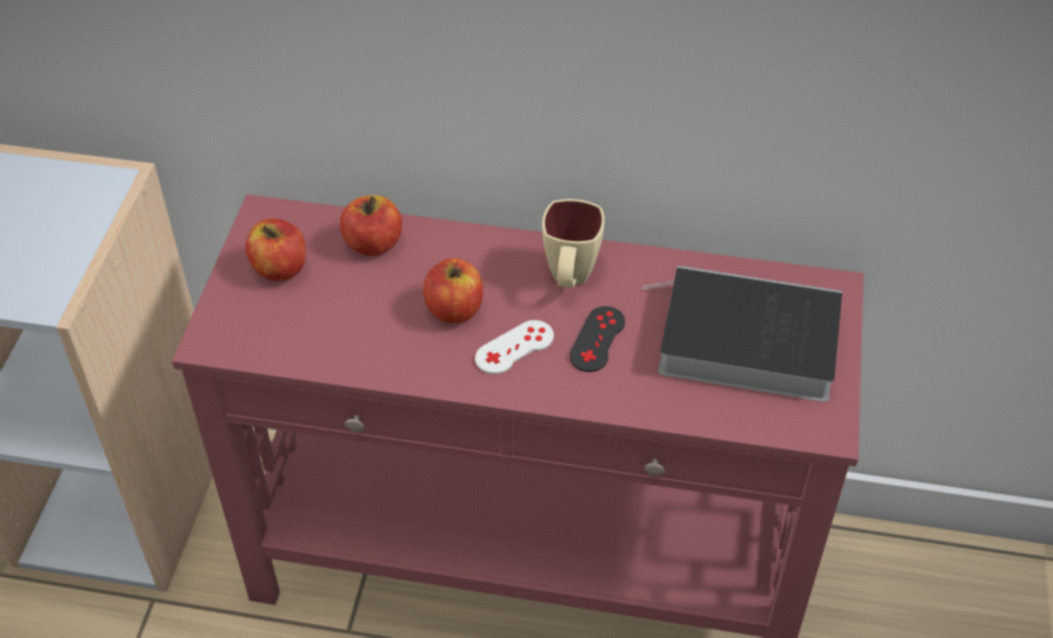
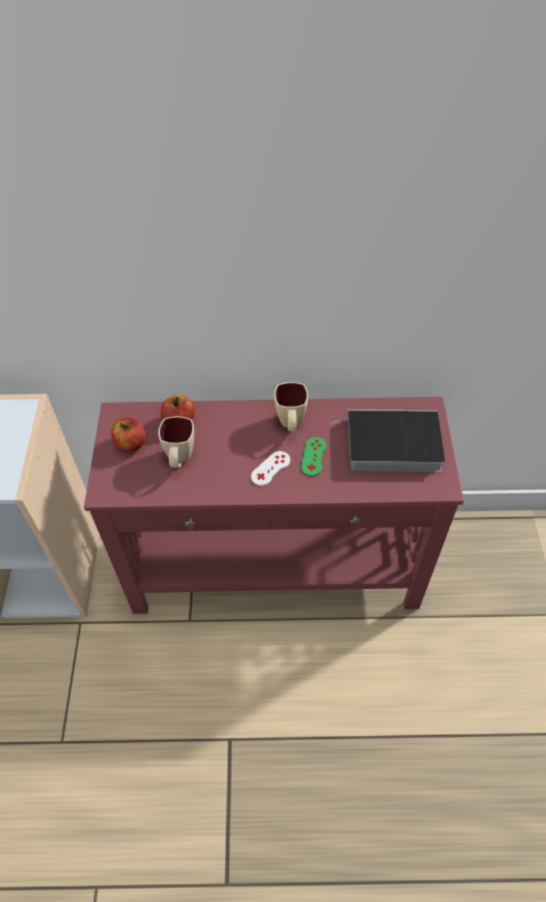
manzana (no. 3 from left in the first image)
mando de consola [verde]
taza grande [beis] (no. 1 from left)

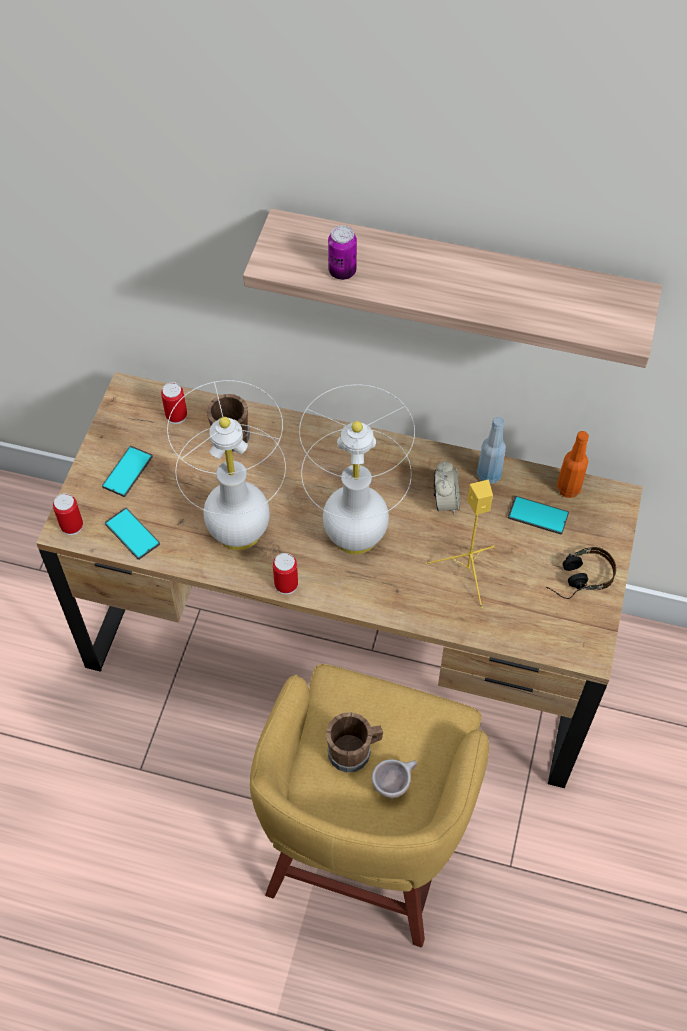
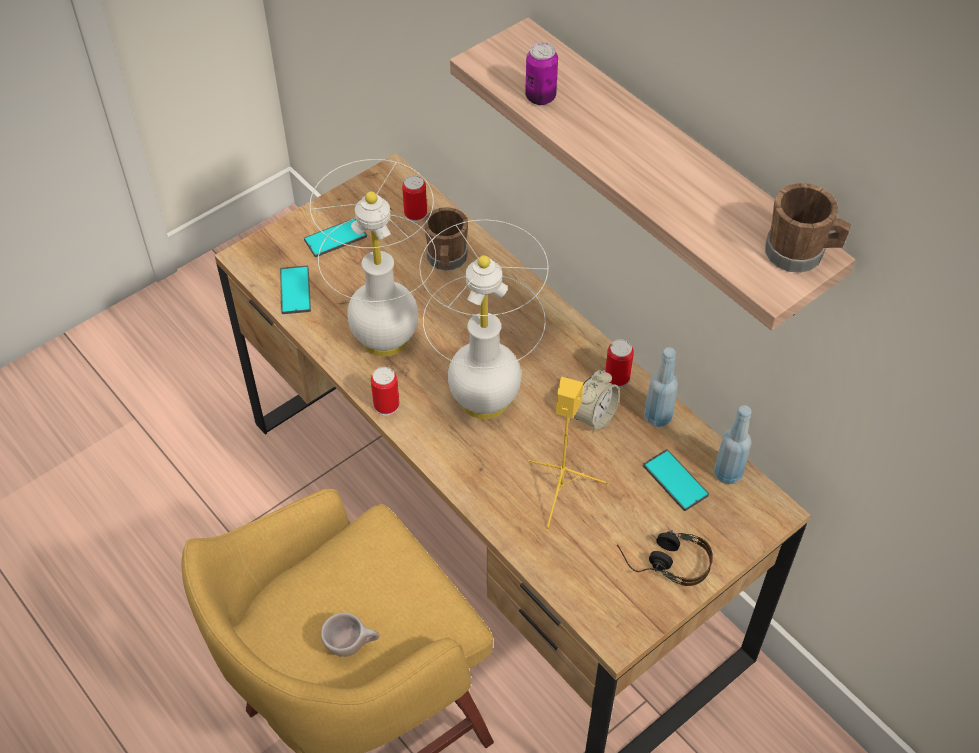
lata (no. 4 from left)
taza grande [marrón] (no. 2 from left)
botella [azul] (no. 2 from left)

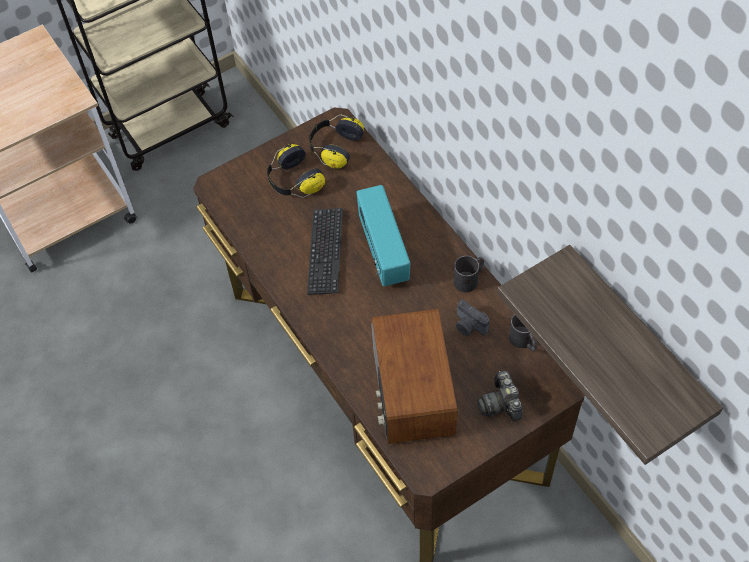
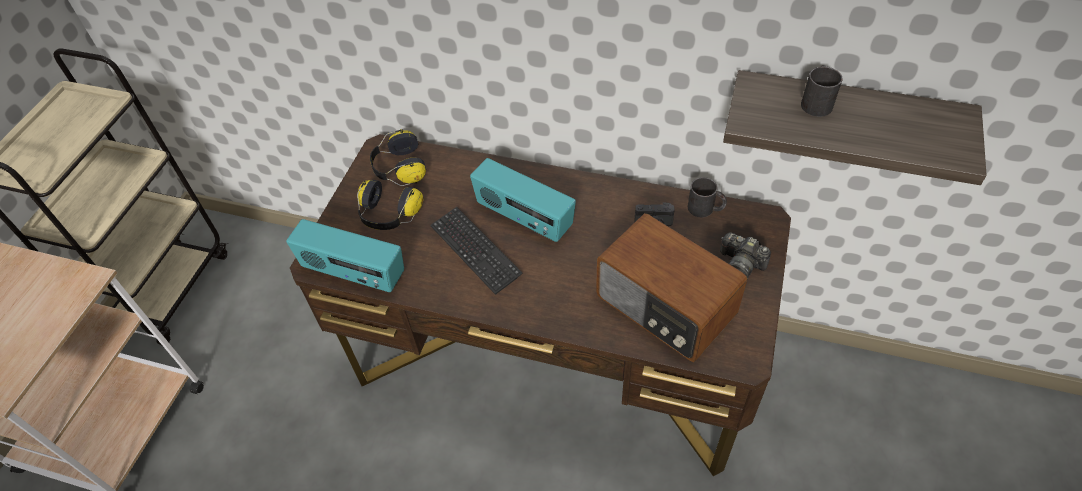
taza grande [negro] (no. 2 from left)
radio (no. 1 from left)

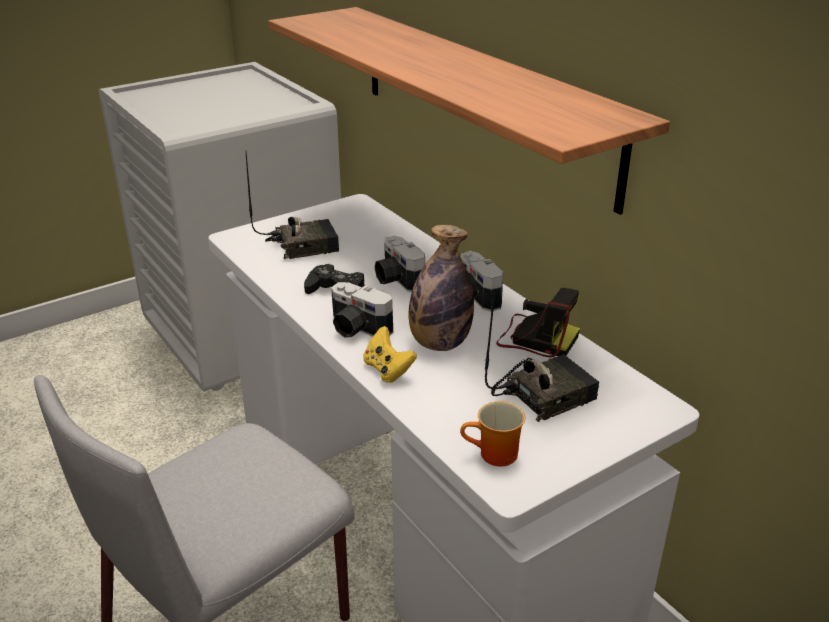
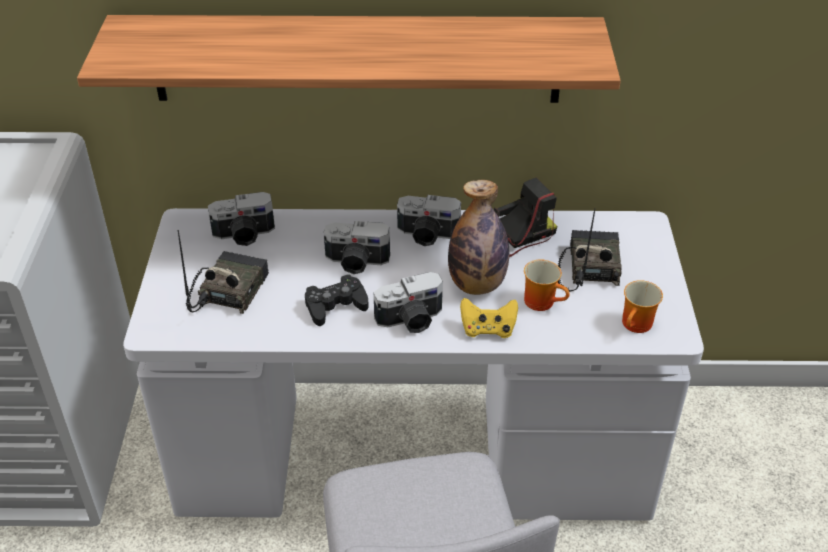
cámara (no. 1 from left)
taza grande (no. 1 from left)

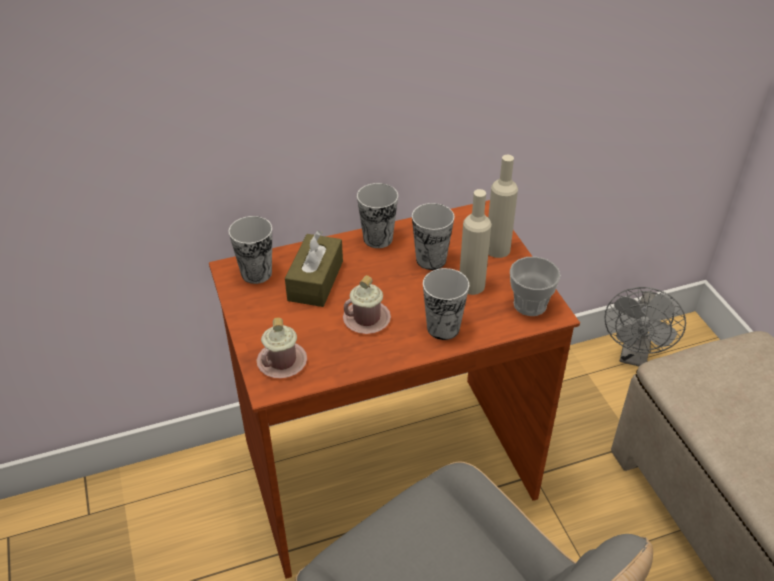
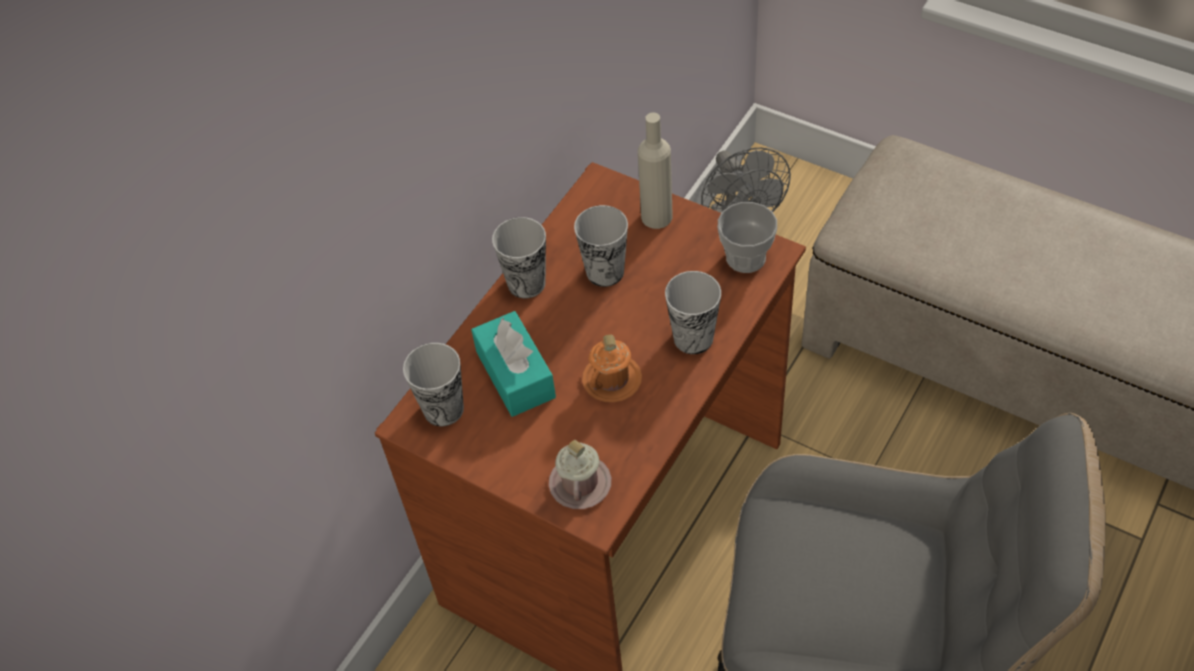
caja de pañuelos [turquesa]
taza grande [naranja]
botella [beis] (no. 1 from left in the first image)

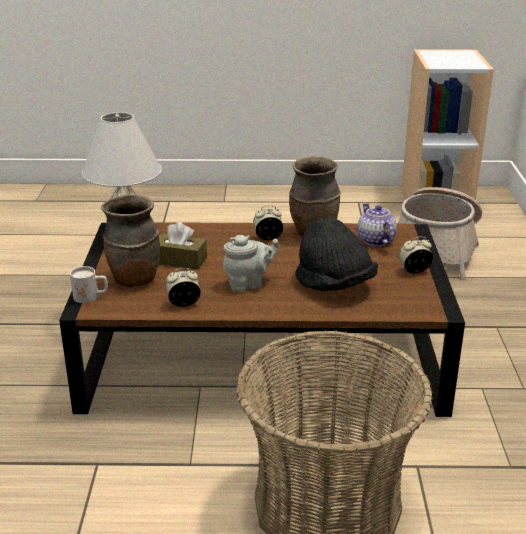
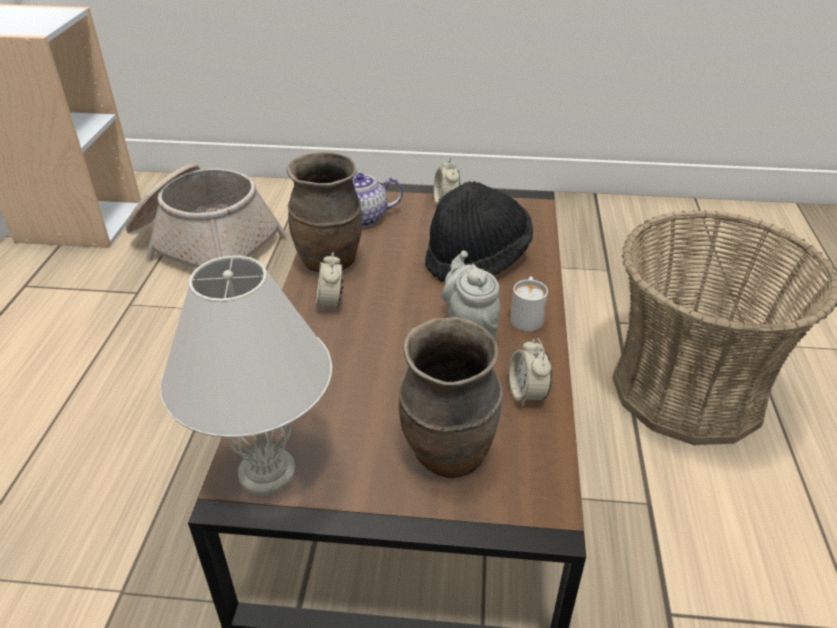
taza grande [blanco]
caja de pañuelos [marrón]

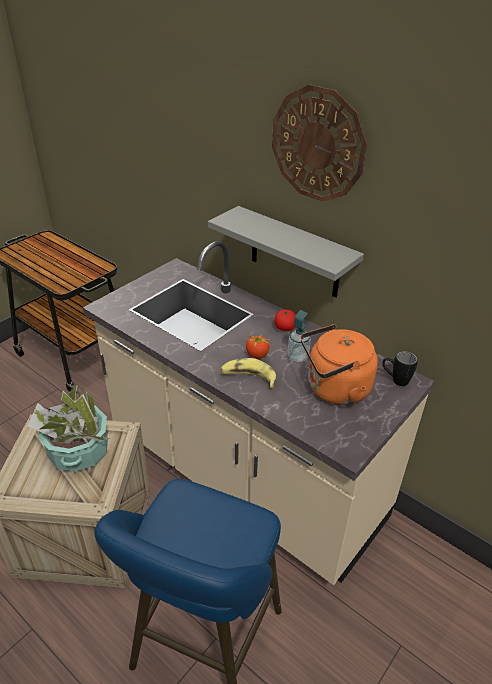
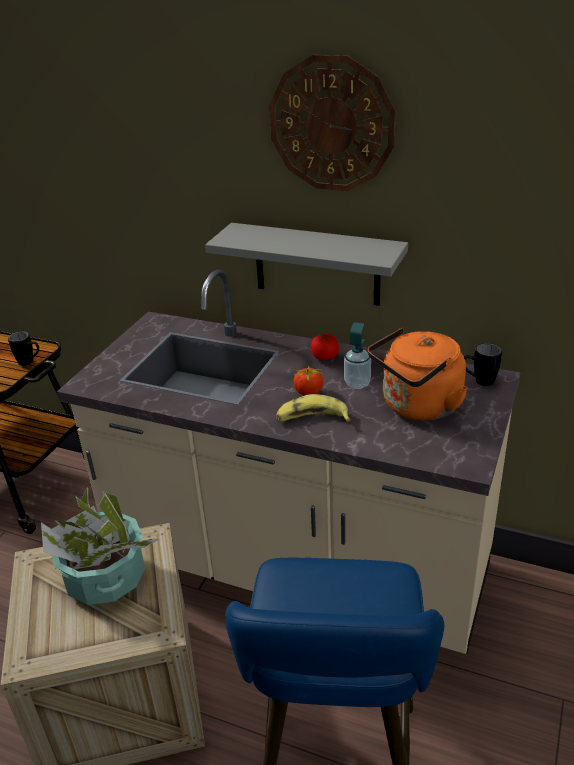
taza grande [negro] (no. 1 from left)

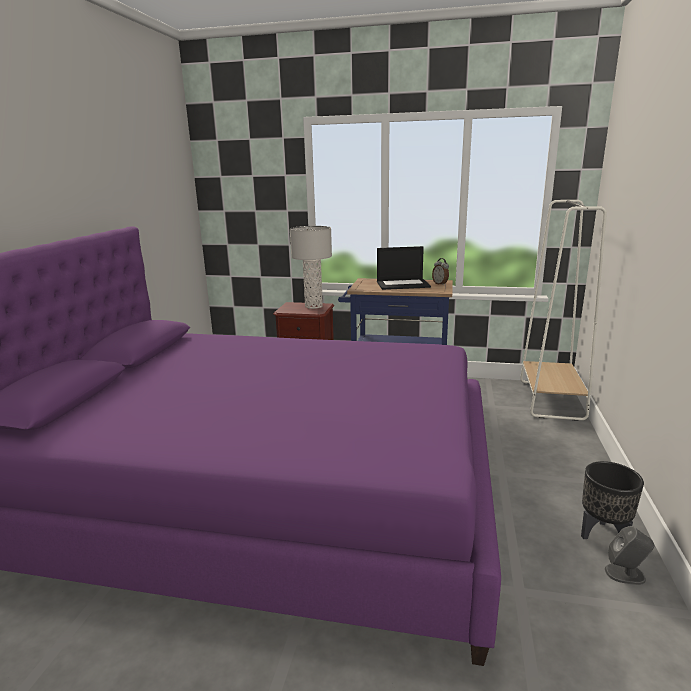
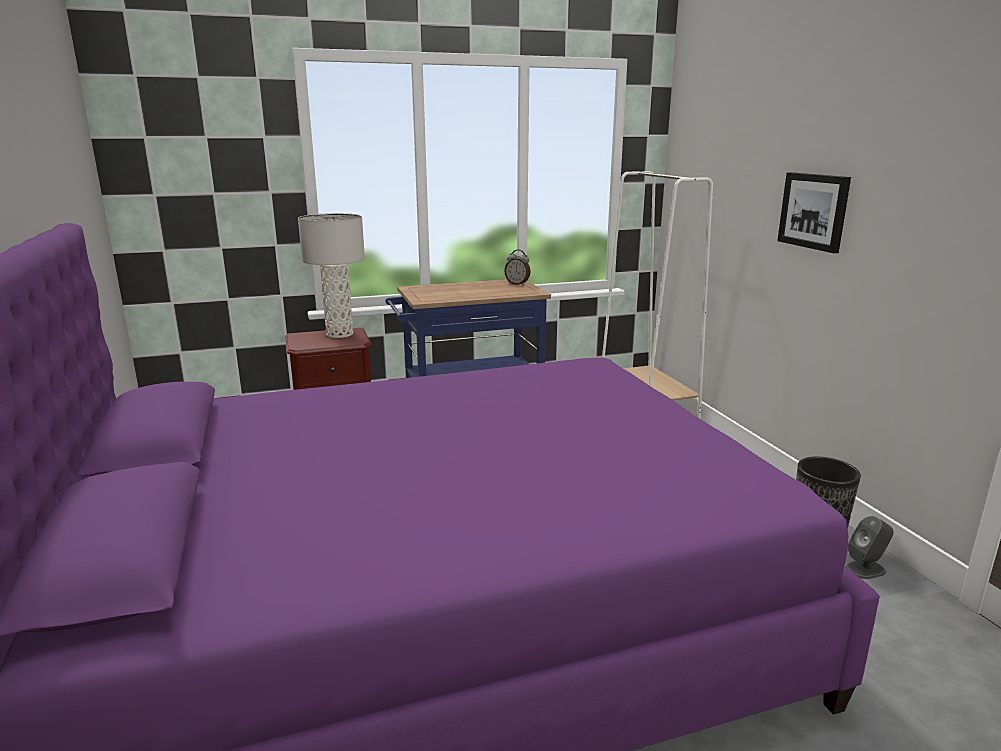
portátil
cuadro

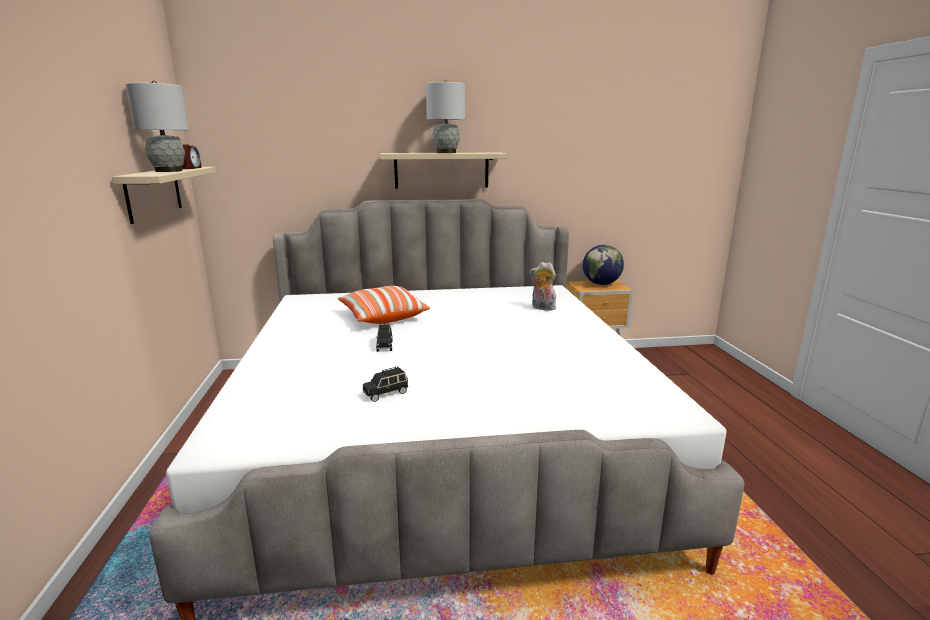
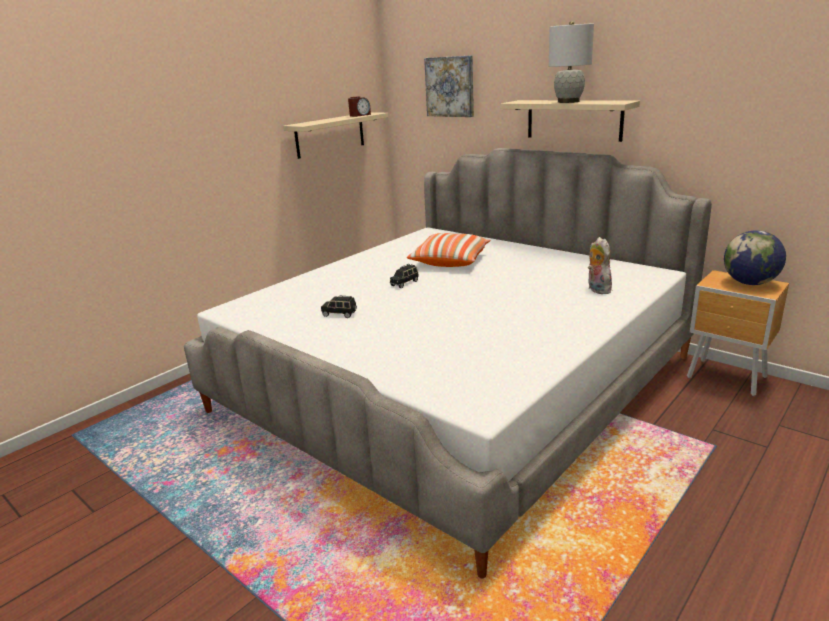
lámpara de mesa [blanco] (no. 1 from left in the first image)
cuadro

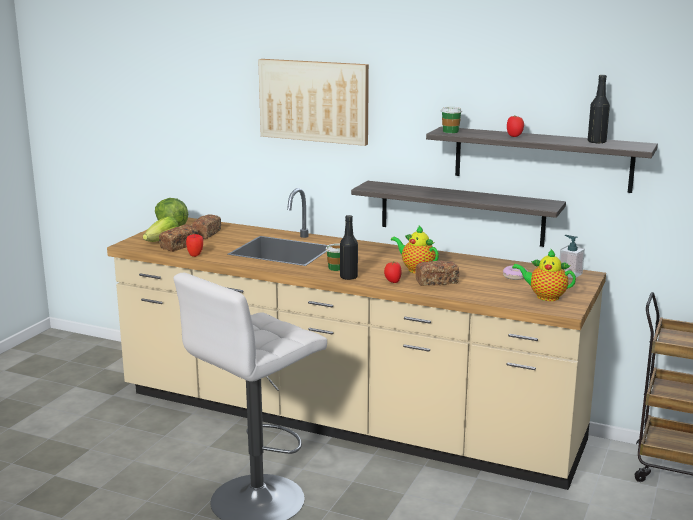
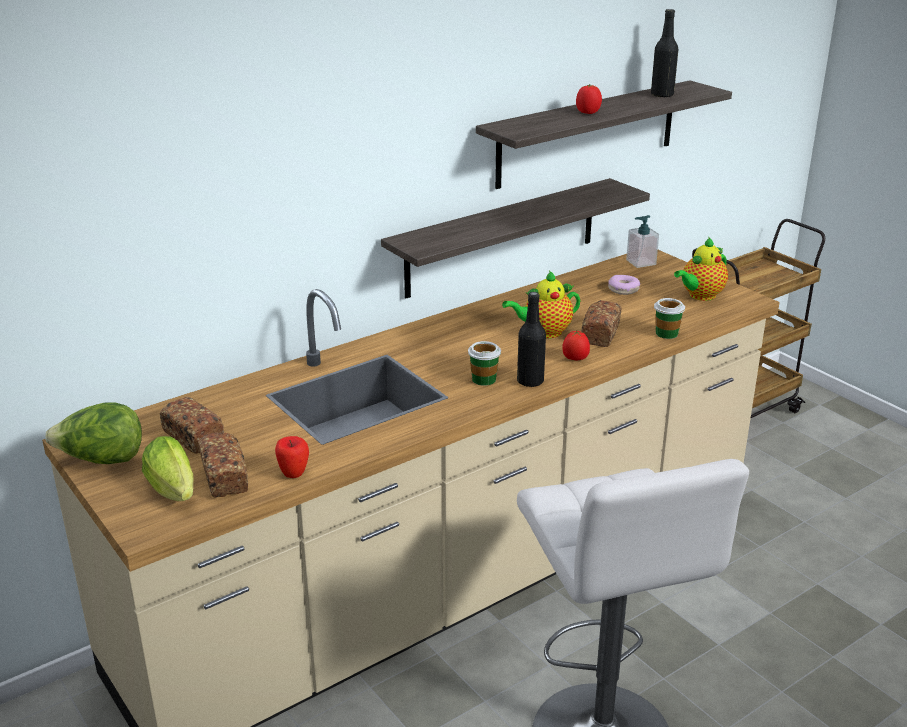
cuadro
taza (no. 2 from left)

